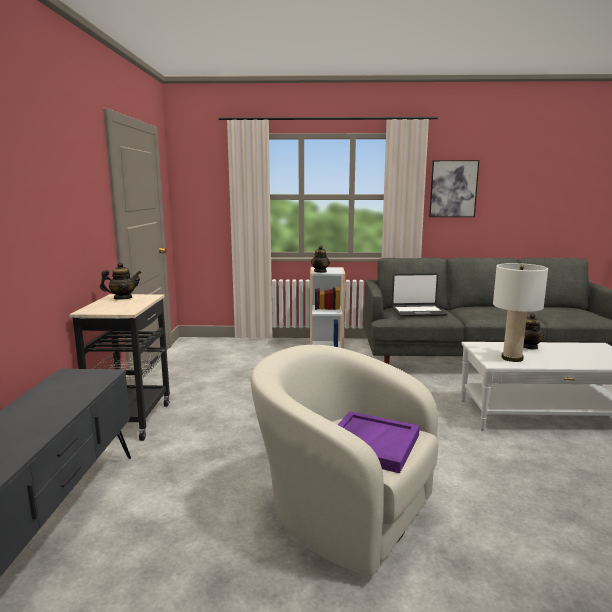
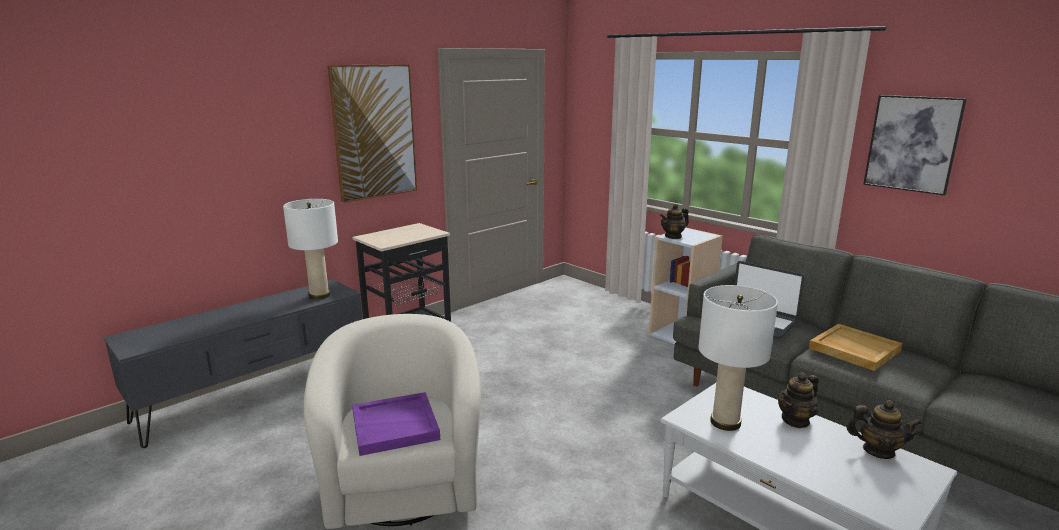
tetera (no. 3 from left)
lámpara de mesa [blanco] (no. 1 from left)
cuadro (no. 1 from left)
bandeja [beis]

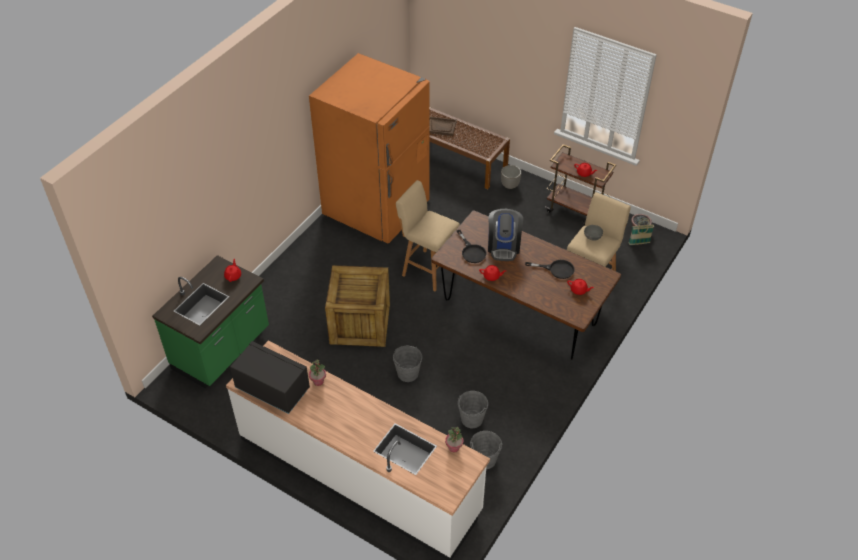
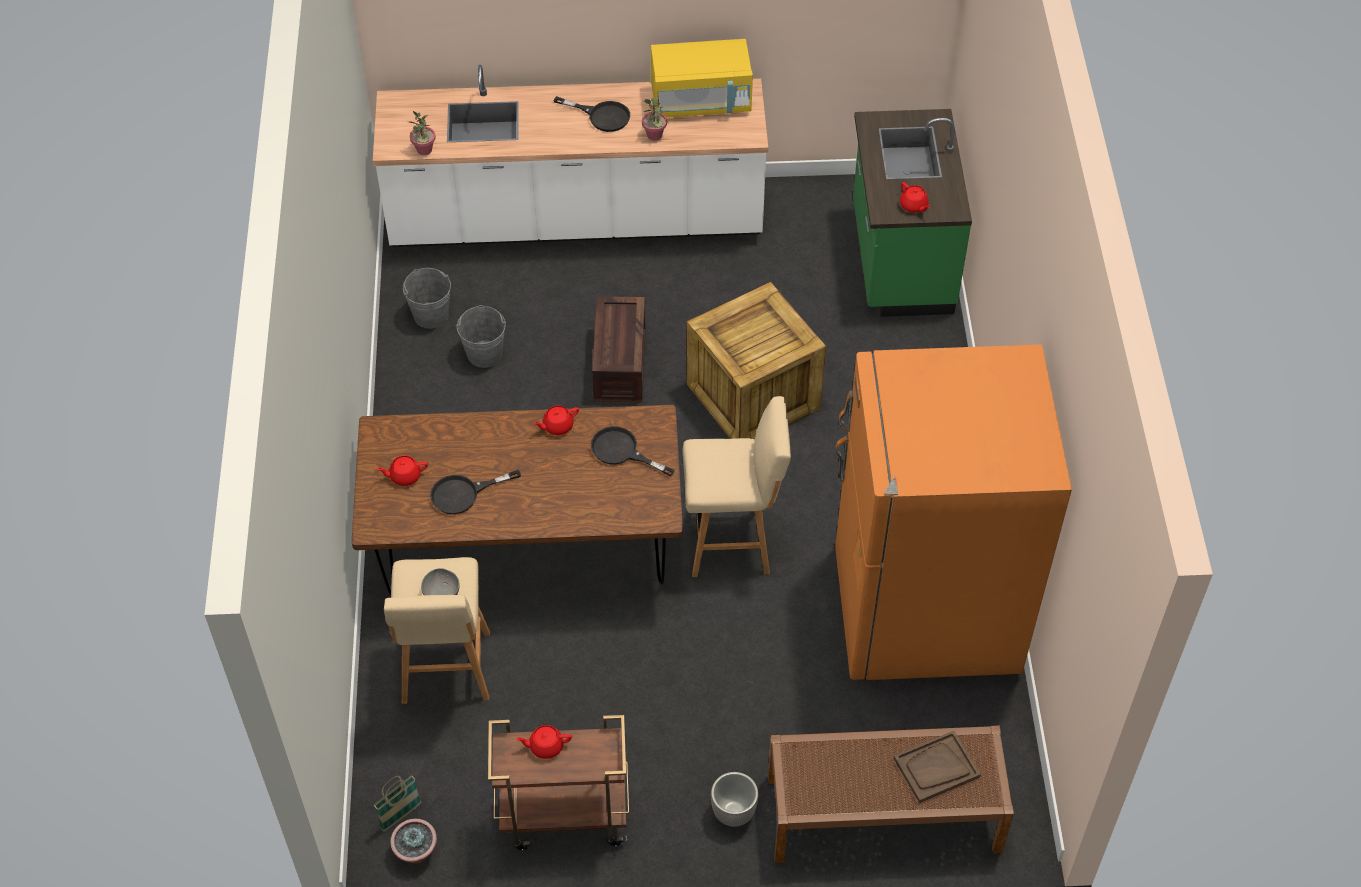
microondas [amarillo]
caja de embalaje (no. 1 from left)
cafetera
sartén [negro] (no. 2 from left)

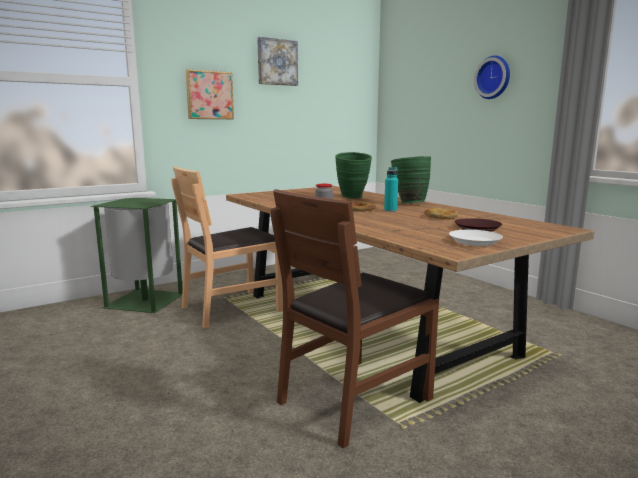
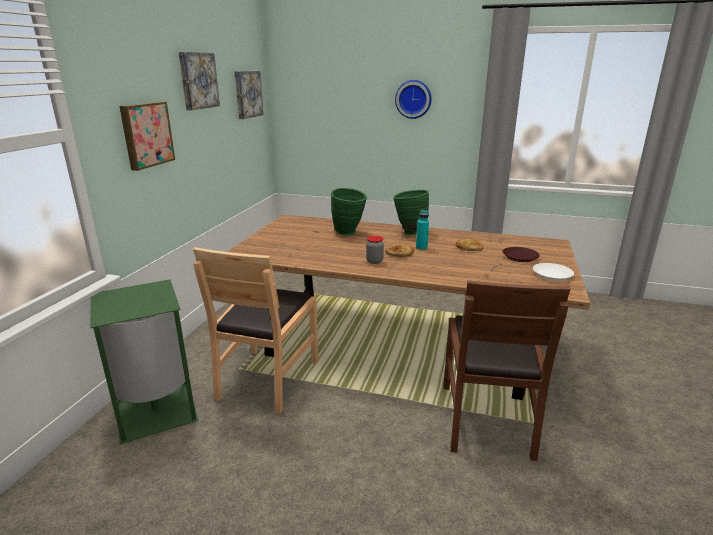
cuadro (no. 3 from left)

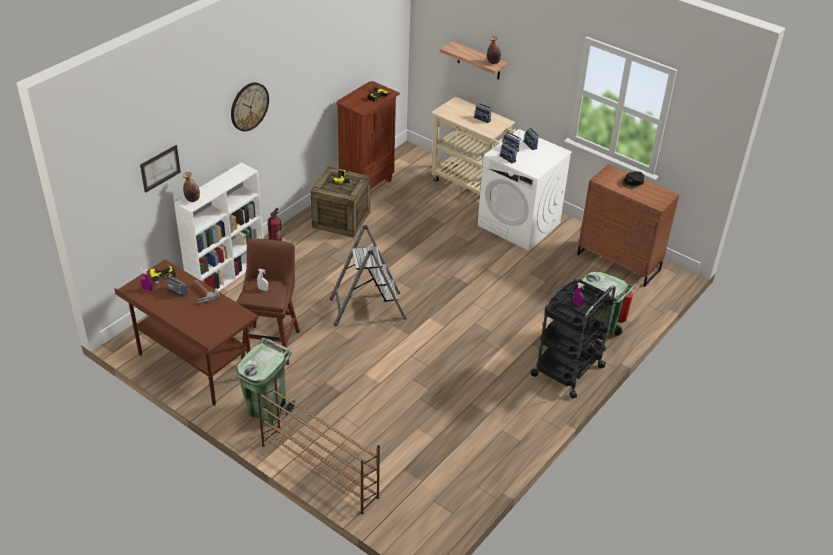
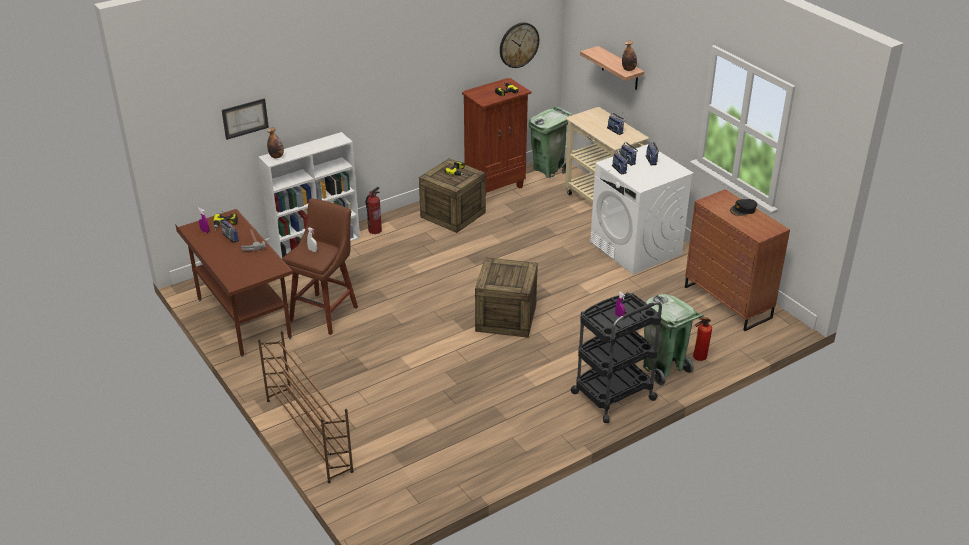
reloj de pared
papelera [verde] (no. 1 from left)
escalera de tijera [gris]
caja de embalaje (no. 2 from left)

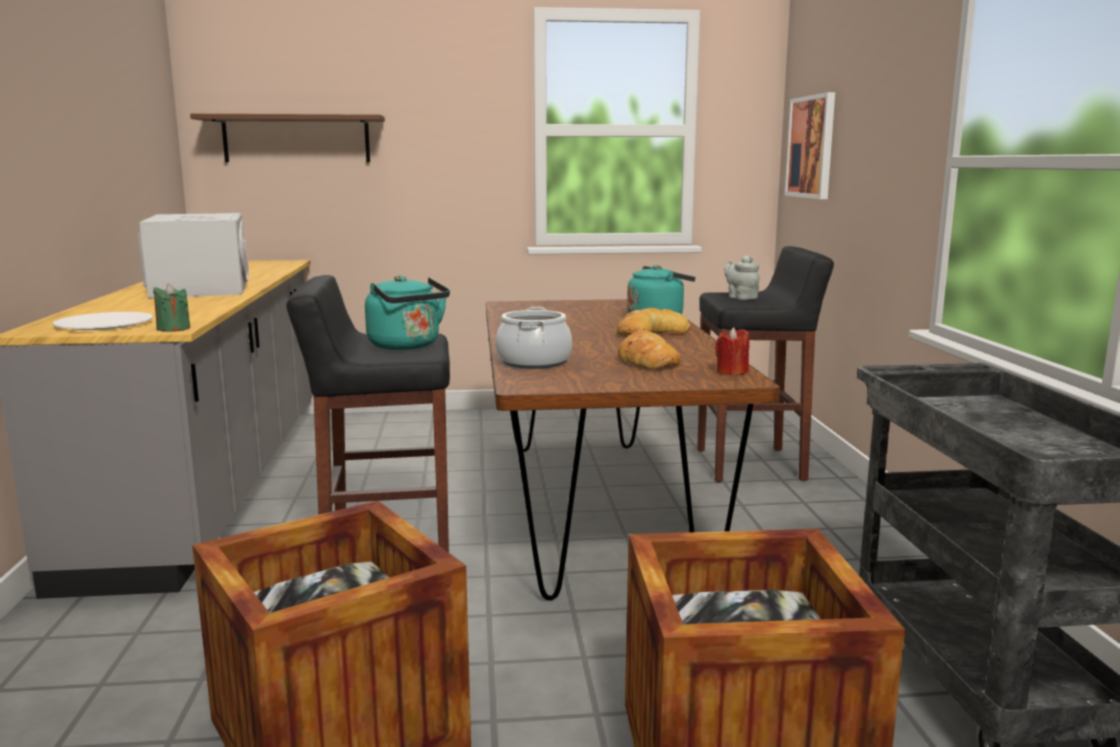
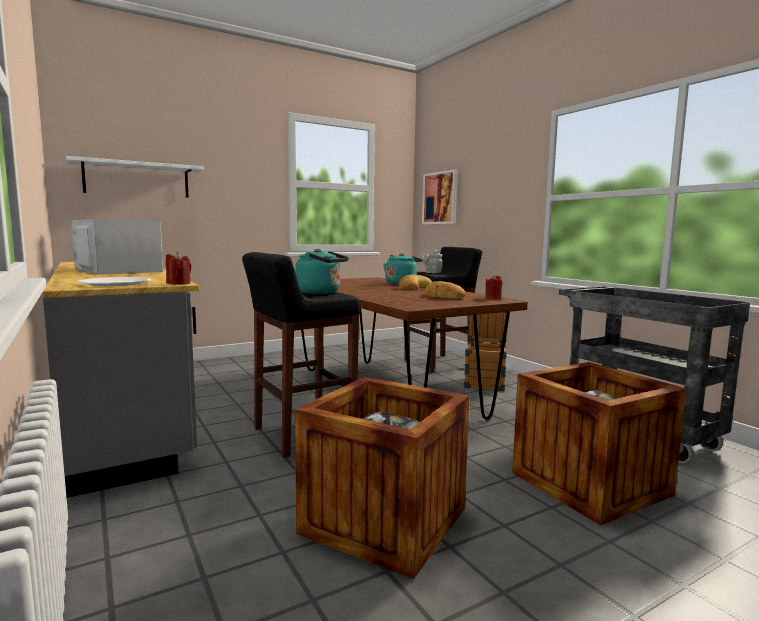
vela [rojo] (no. 1 from left)
estante [blanco]
olla
caja de embalaje (no. 2 from left)

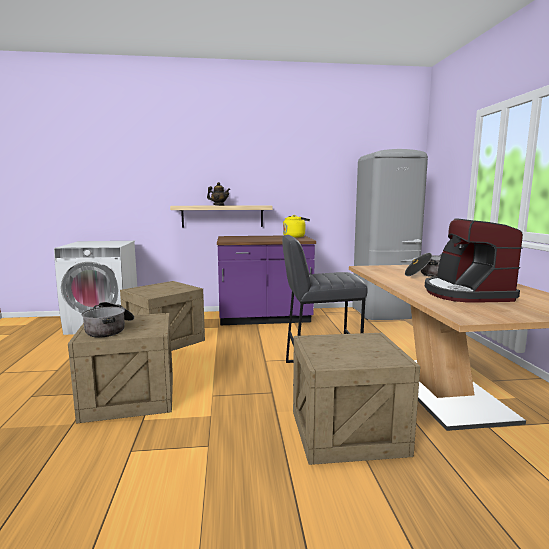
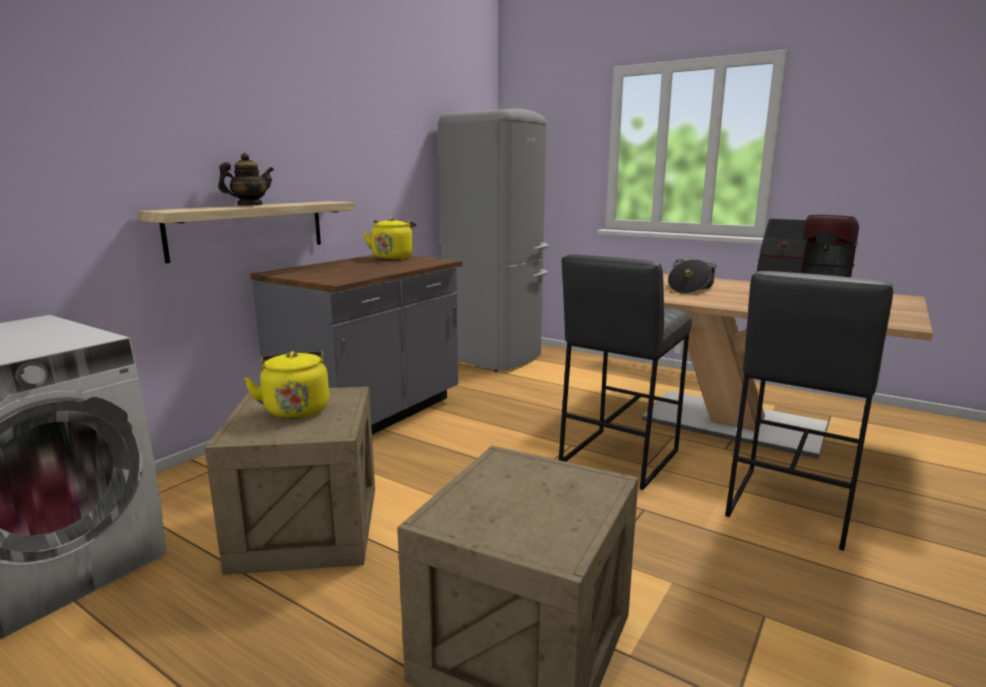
olla (no. 1 from left in the first image)
mueble bajo de cocina [gris]
taburete [gris] (no. 2 from left)
hervidor [amarillo] (no. 1 from left)

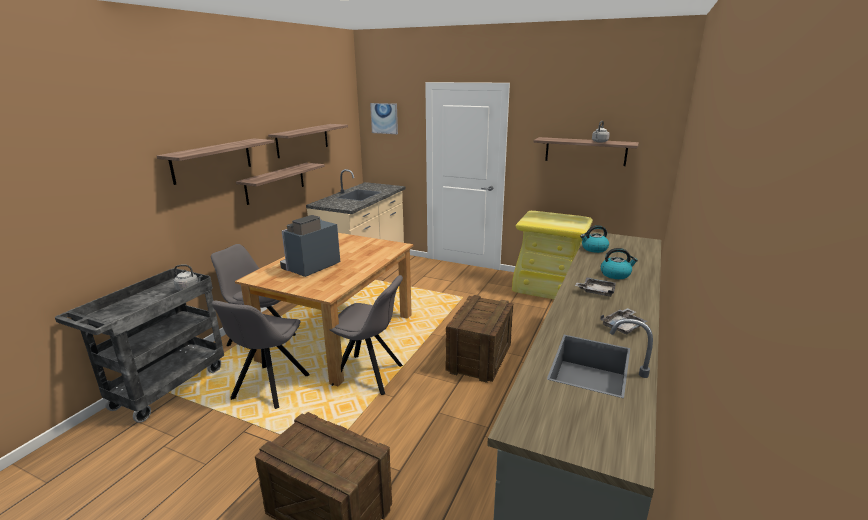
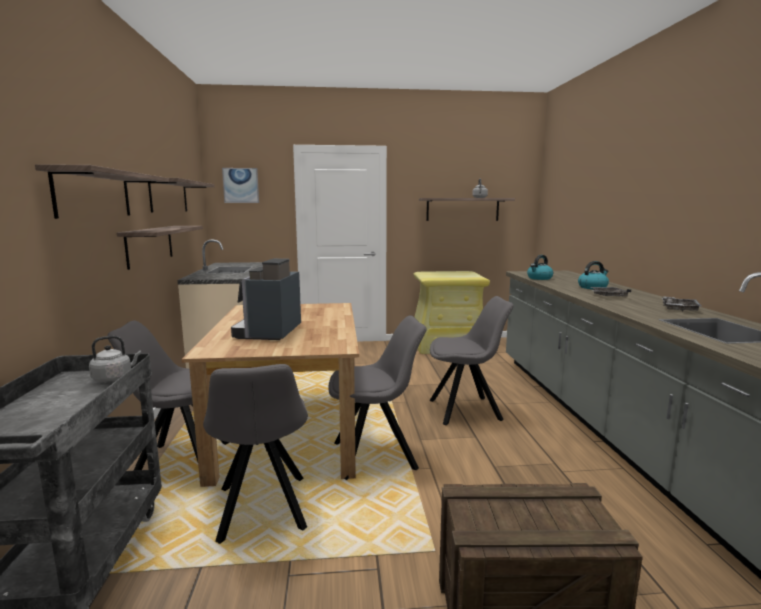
silla [gris] (no. 4 from left)

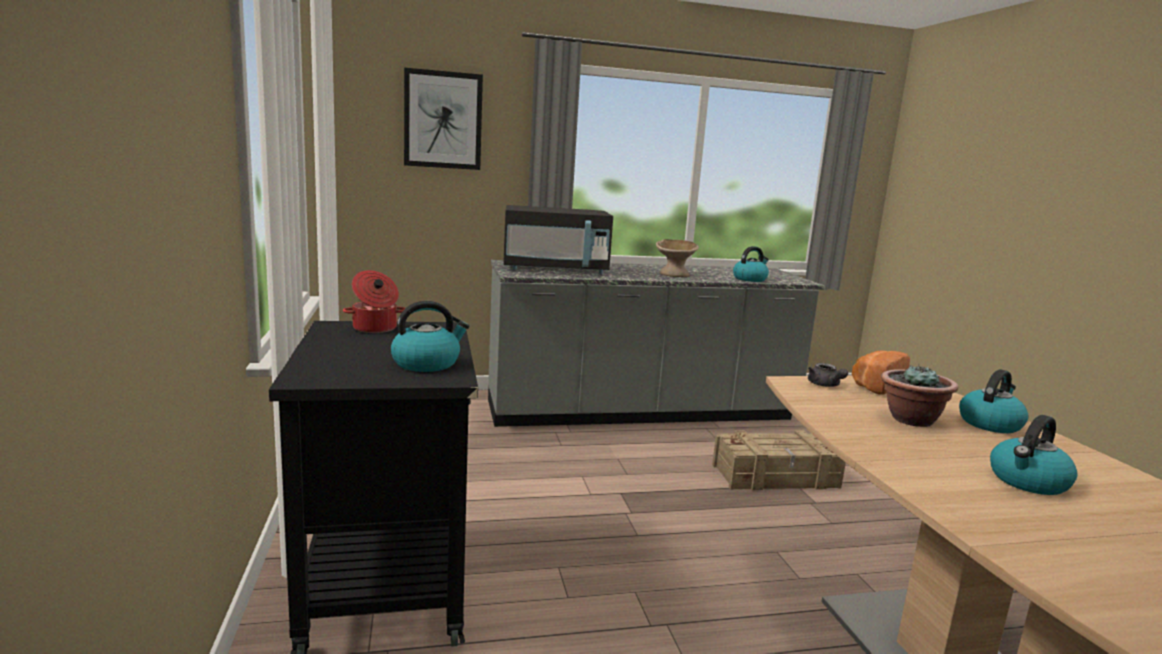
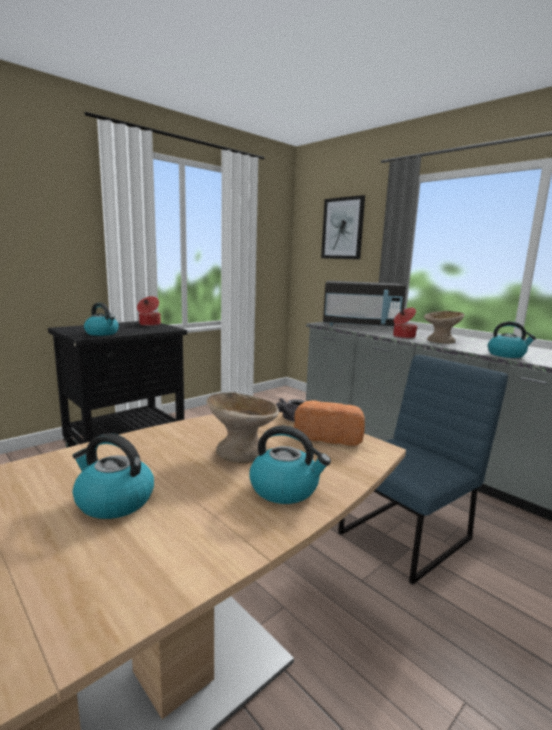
microondas [negro]
silla [azul]
cuenco [beis] (no. 1 from left)
olla (no. 2 from left)

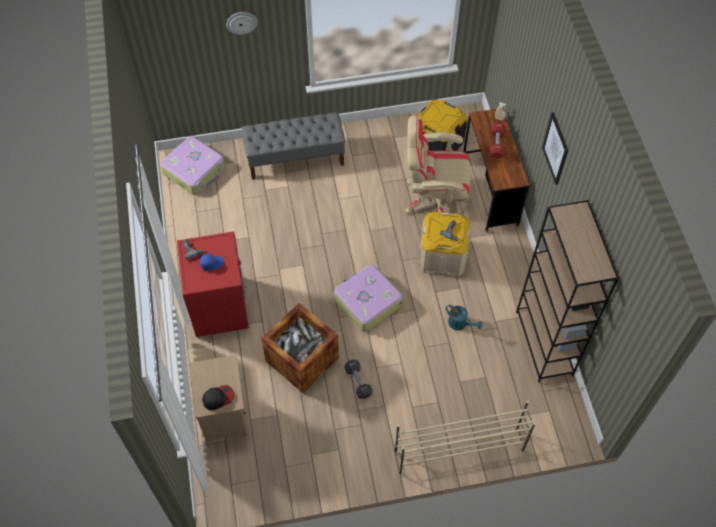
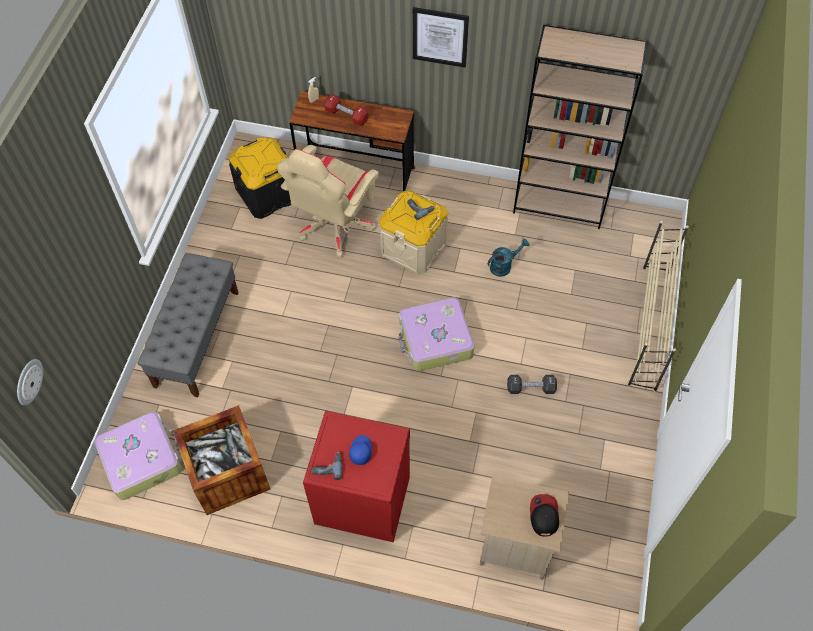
reloj de pared
caja de embalaje

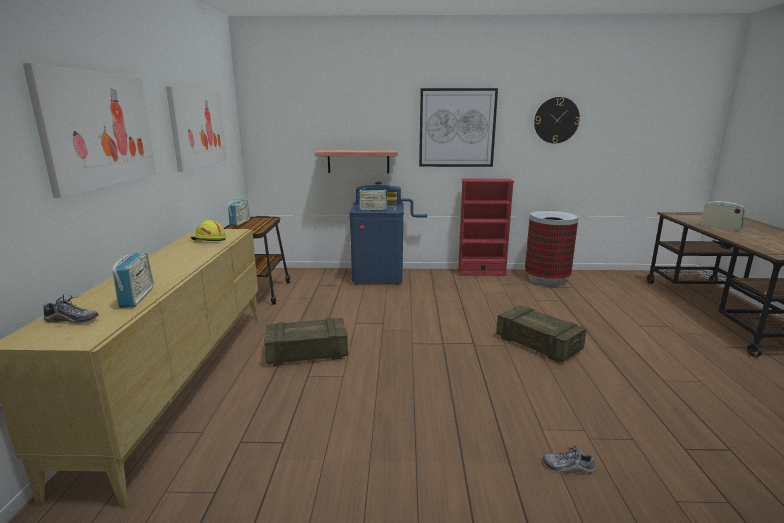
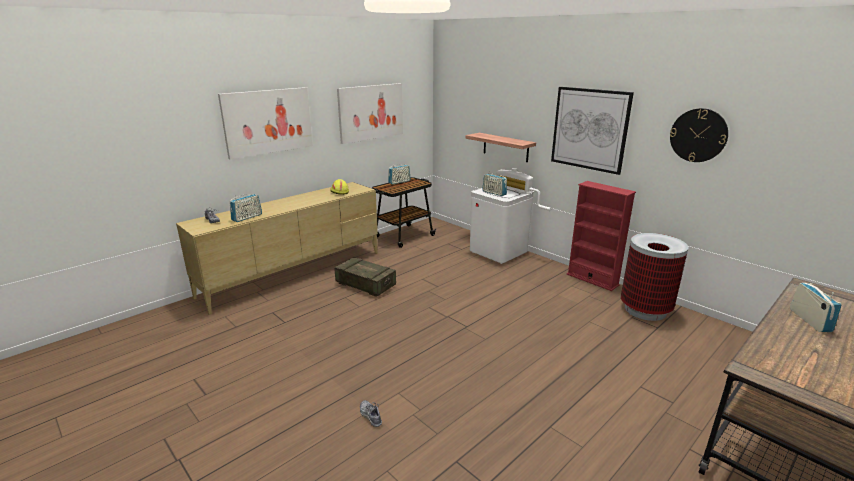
lavadora [blanco]
caja de embalaje (no. 2 from left in the first image)

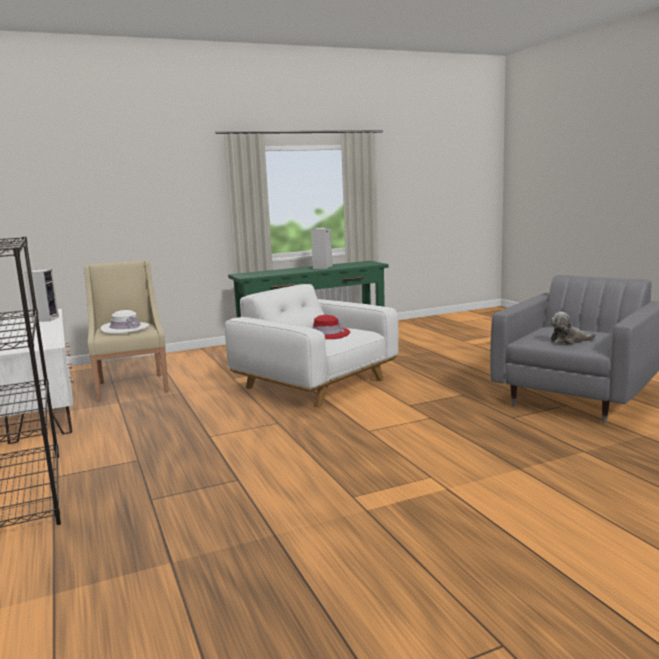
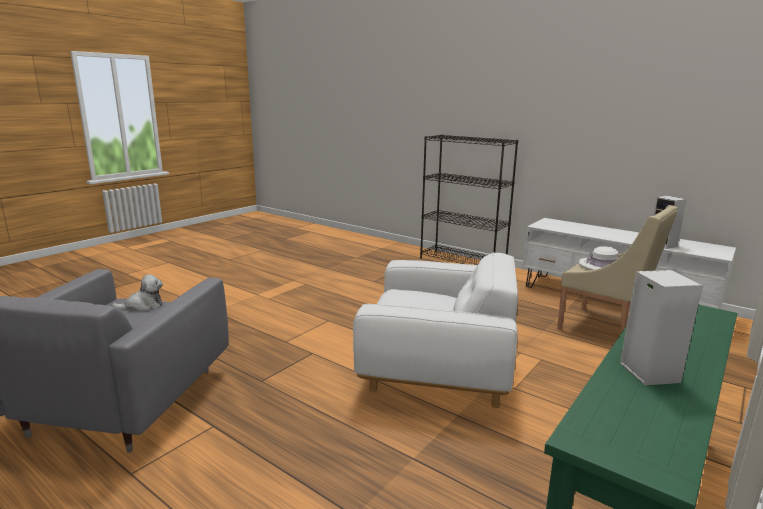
sombrero [rojo]

